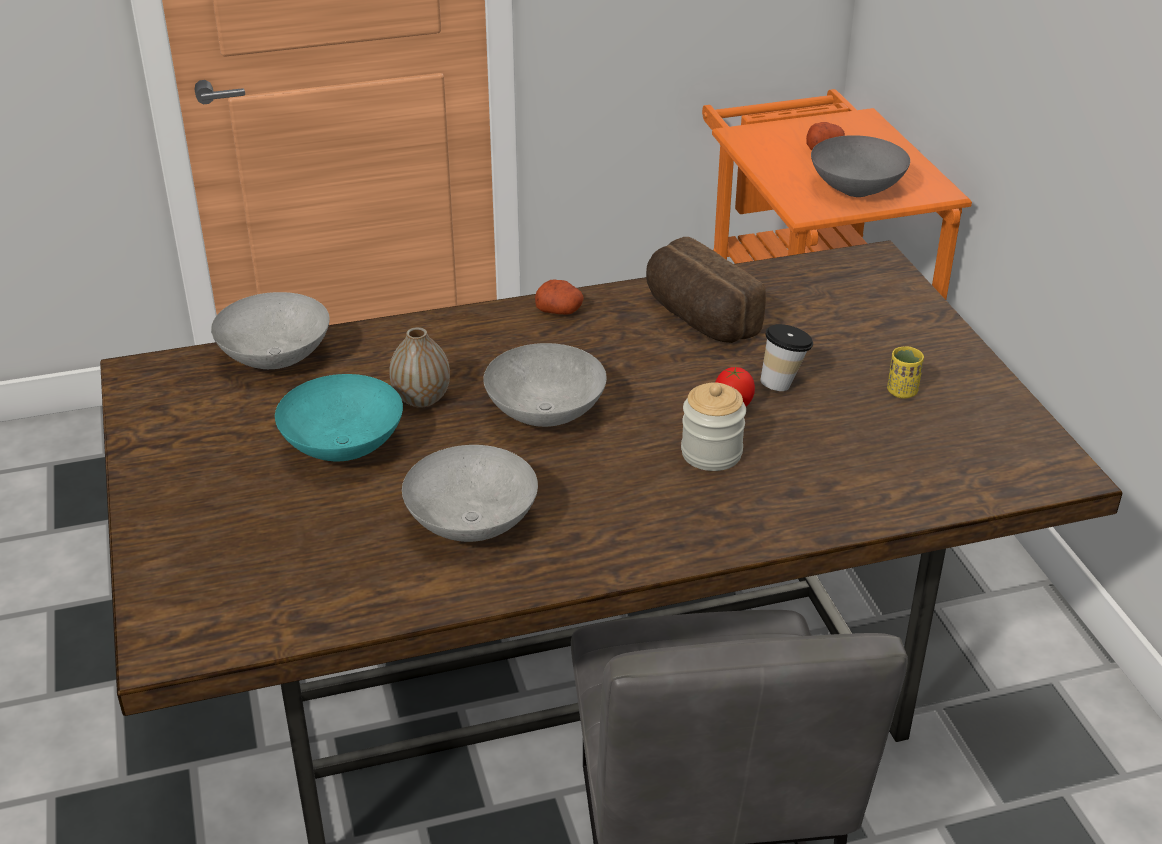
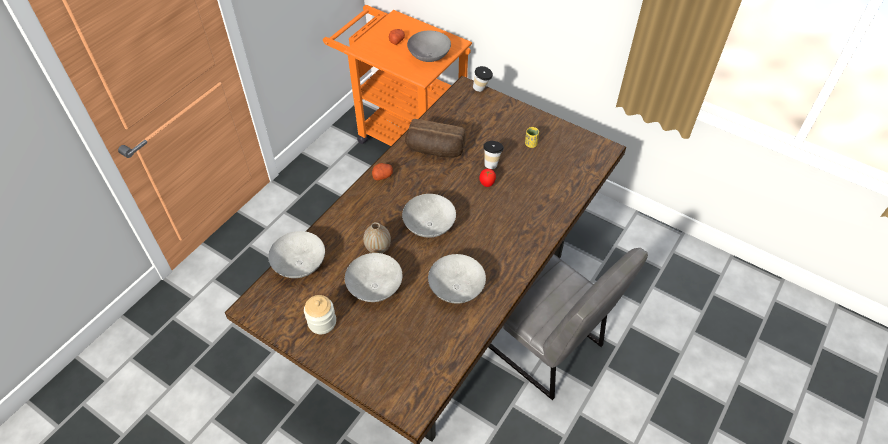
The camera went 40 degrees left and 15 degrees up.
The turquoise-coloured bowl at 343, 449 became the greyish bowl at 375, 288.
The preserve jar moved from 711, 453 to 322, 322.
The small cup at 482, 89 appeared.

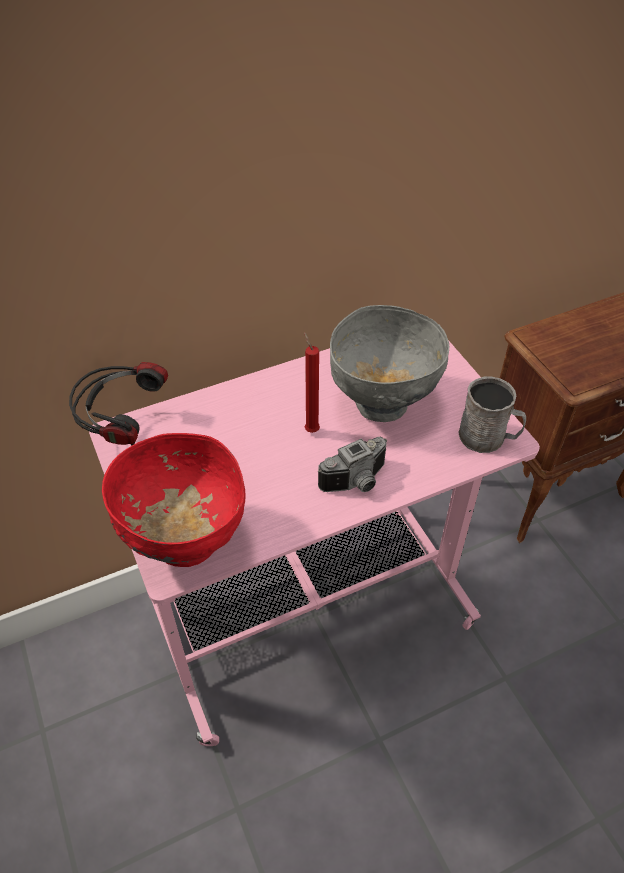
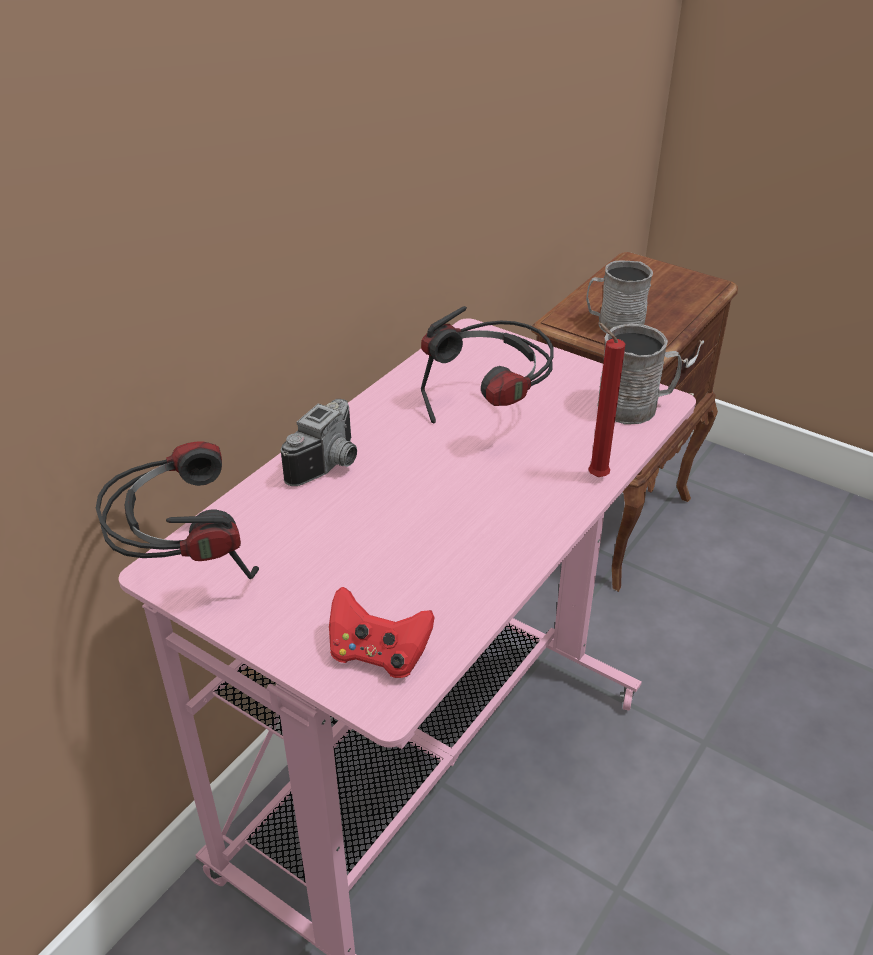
The camera went 30 degrees left and 10 degrees down.
The greyish bowl at 382, 404 was replaced by the pair of headphones at 490, 415.
The reddish wax light moved from 310, 429 to 594, 476.
The reddish bowl at 186, 542 was replaced by the reddish gamepad at 378, 654.
The still camera moved from 357, 482 to 331, 464.
The greyish mug at 614, 324 appeared.

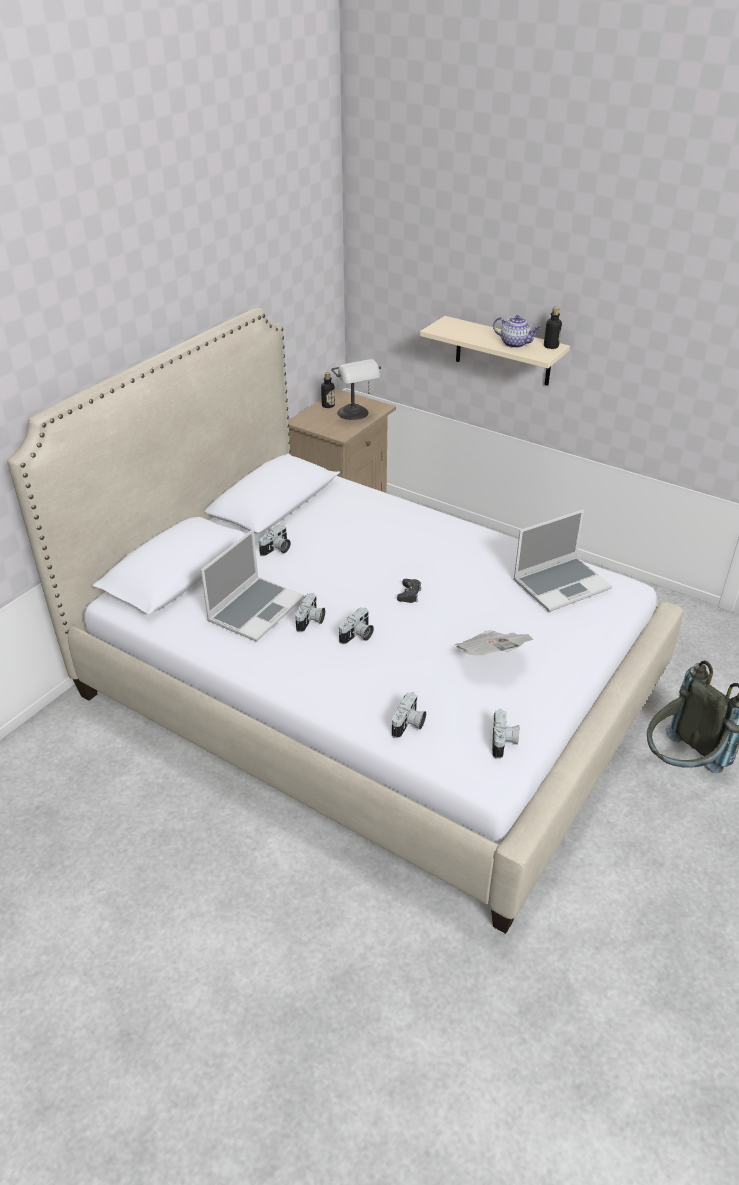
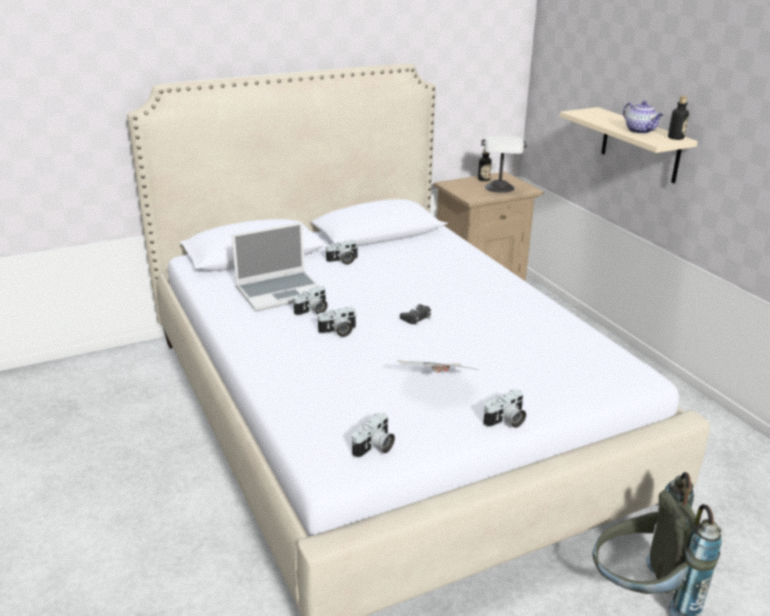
The camera went 30 degrees right and 10 degrees down.
The laptop at 561, 584 disappeared.
The still camera moved from 409, 725 to 506, 421.

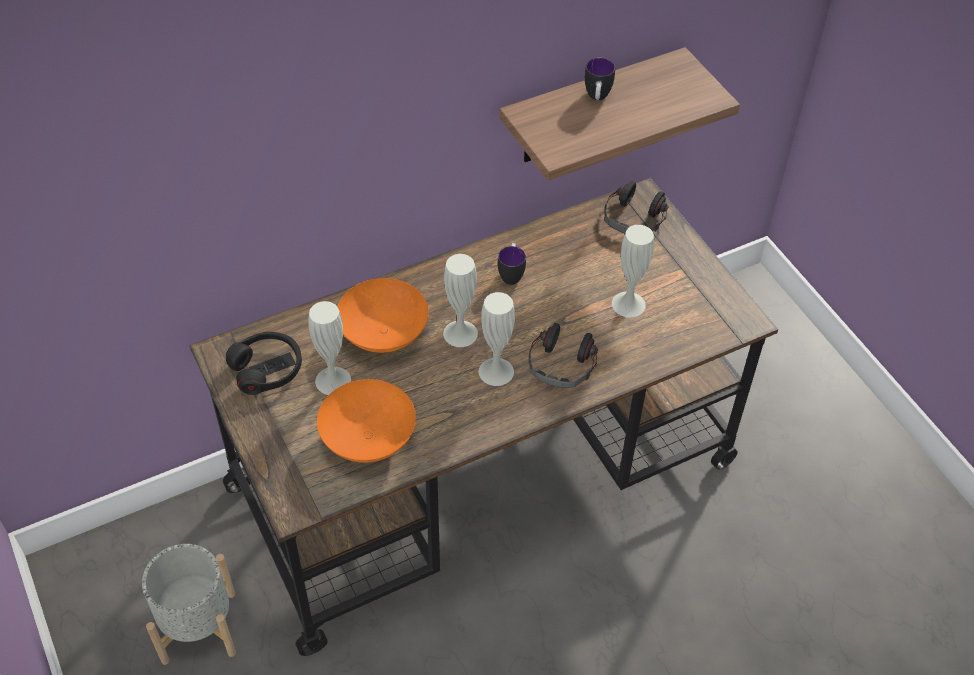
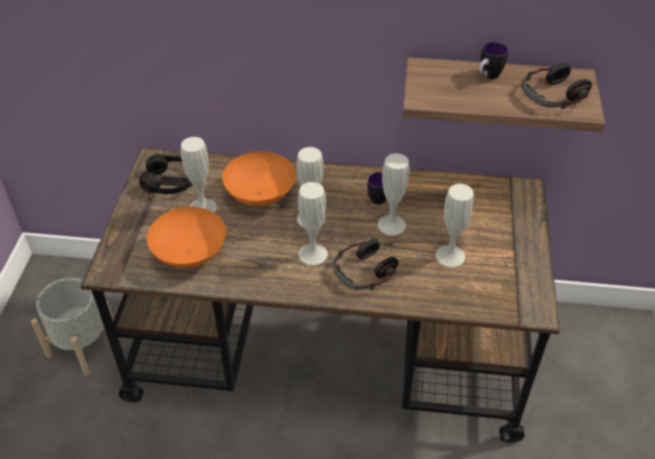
The camera went 35 degrees right and 5 degrees down.
The pair of headphones moved from 634, 217 to 553, 95.
The white-coloured vase at 391, 224 appeared.

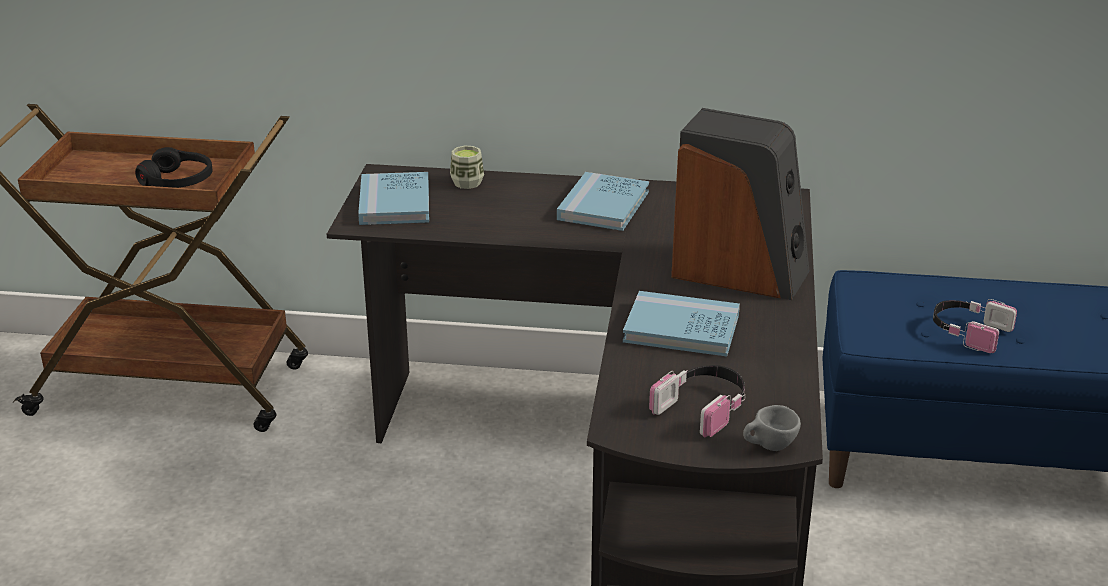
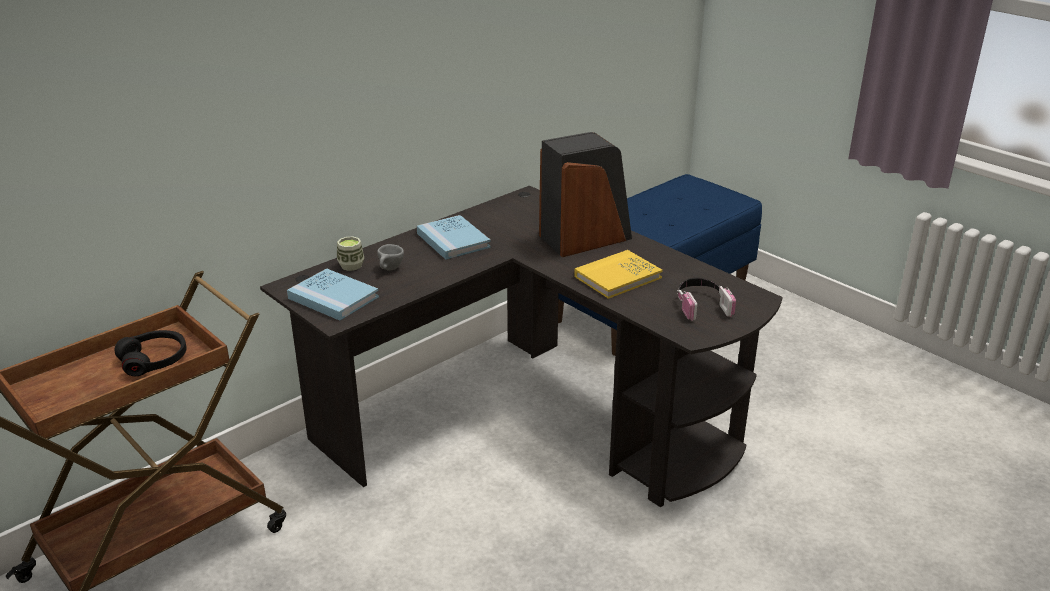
The camera went 50 degrees left and 0 degrees up.
The blue volume at 681, 328 became the yellowish volume at 618, 277.
The pair of headphones at 968, 332 disappeared.
The greyish small cup moved from 769, 448 to 390, 270.

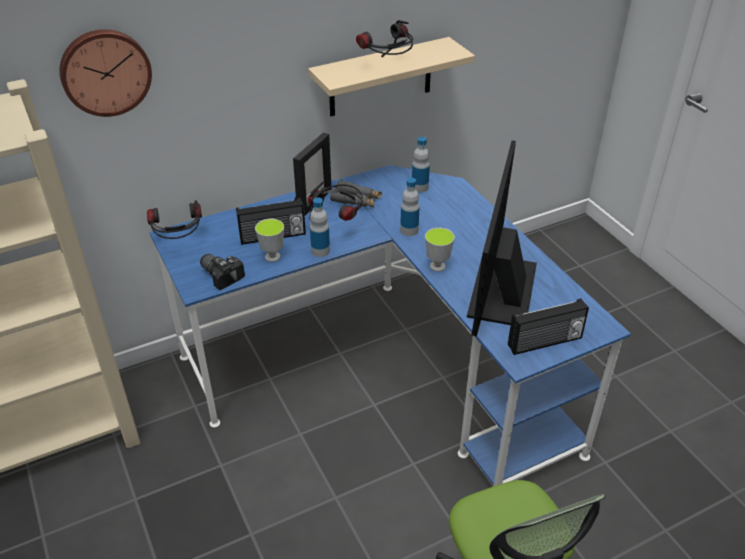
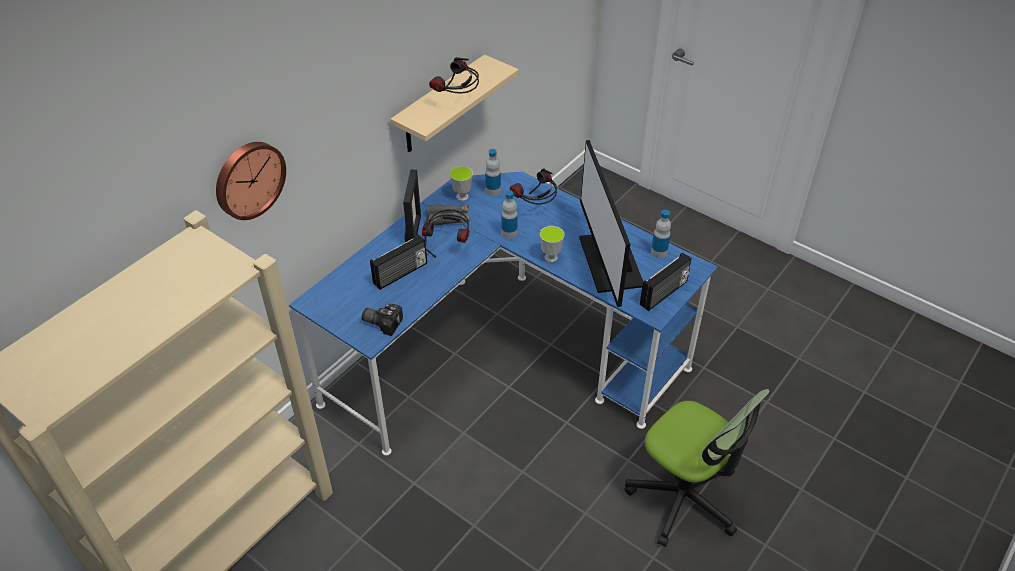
The camera went 25 degrees left and 5 degrees up.
The bottle moved from 320, 251 to 659, 252.
The pair of headphones moved from 179, 243 to 535, 207.
The small cup moved from 272, 257 to 462, 197.

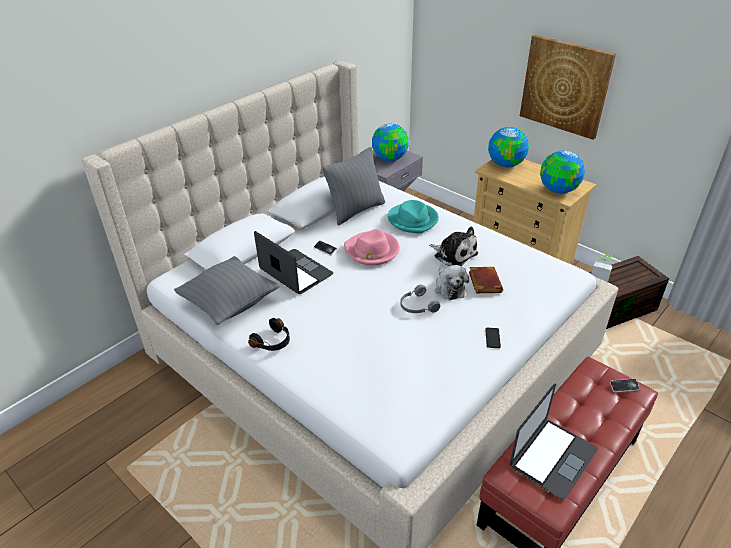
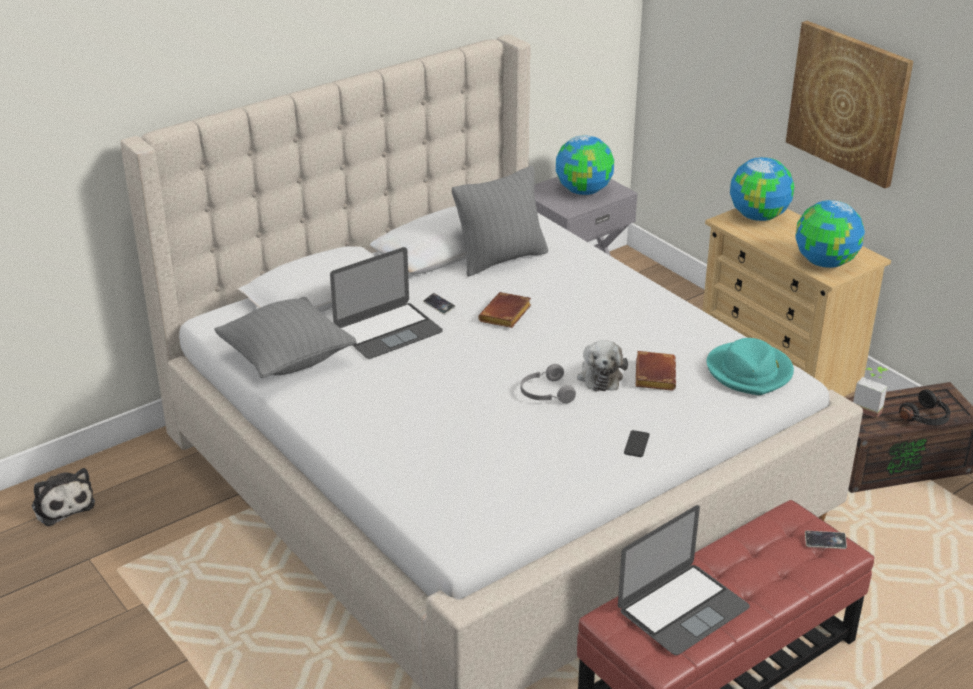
The camera went 10 degrees right and 5 degrees down.
The turquoise-coloured clothing hat moved from 413, 220 to 750, 371.
The cuddly toy moved from 453, 254 to 62, 504.
The pinkish clothing hat at 372, 251 was replaced by the brown volume at 506, 315.
The laptop at 295, 272 turned 90 degrees clockwise.
The black pair of headphones moved from 273, 342 to 926, 418.

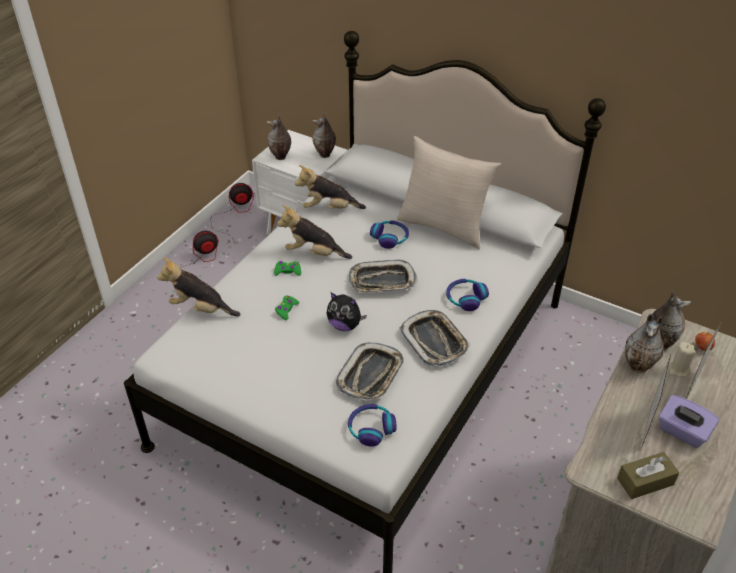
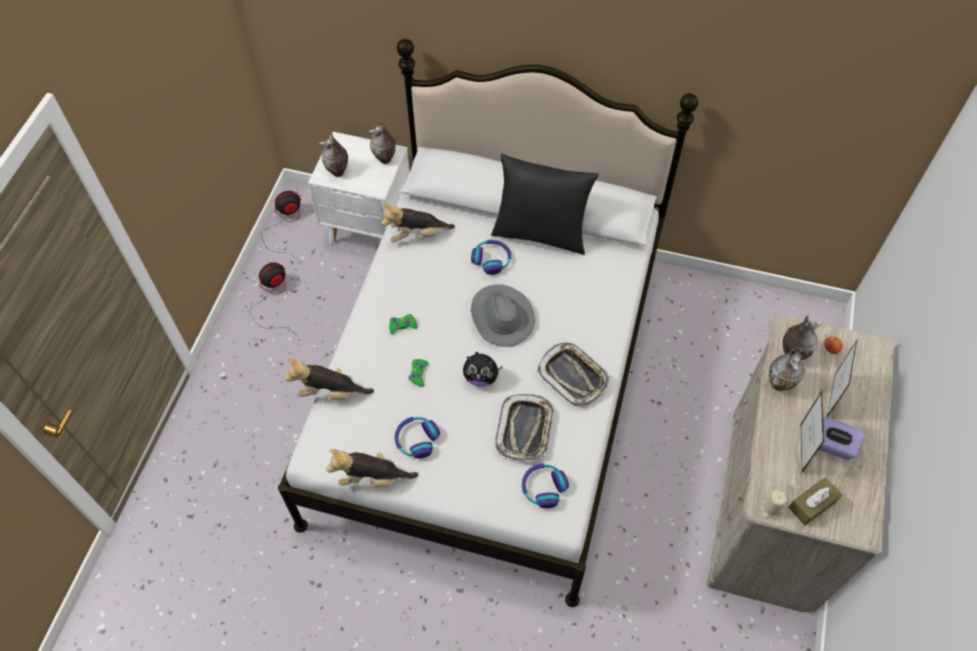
The camera went 15 degrees left and 15 degrees up.
The beige-coloured throw pillow at 443, 226 became the black throw pillow at 541, 233.
The cuddly toy moved from 314, 253 to 372, 478.
The tray at 382, 281 was replaced by the greyish clothing hat at 501, 317.
The pair of headphones moved from 465, 298 to 416, 439.
The beige-coloured wax light moved from 678, 370 to 770, 510.

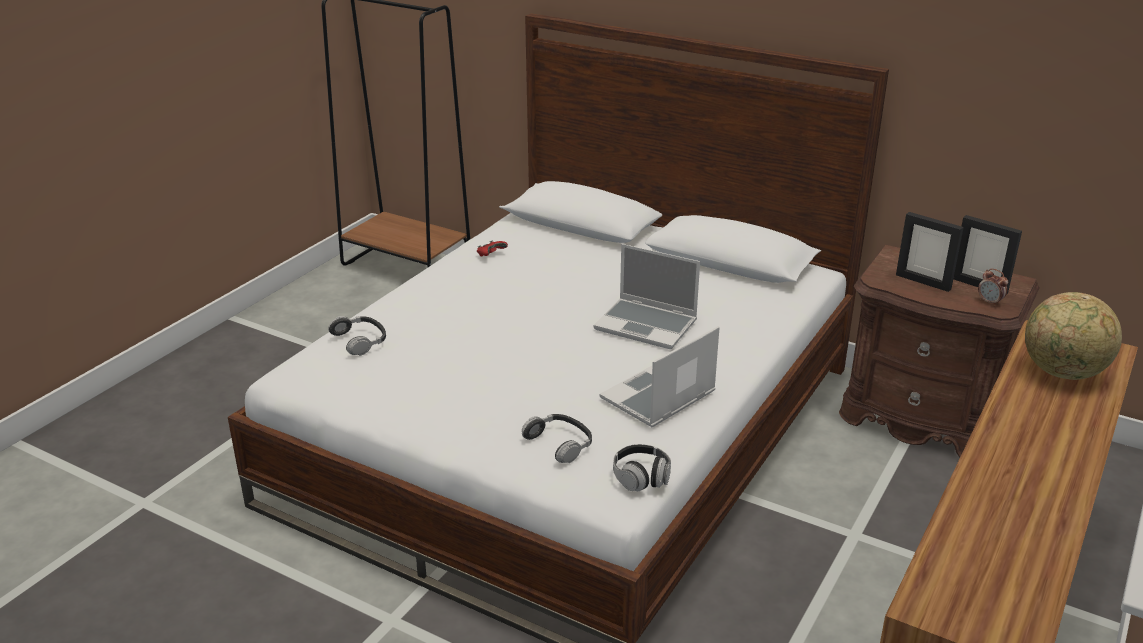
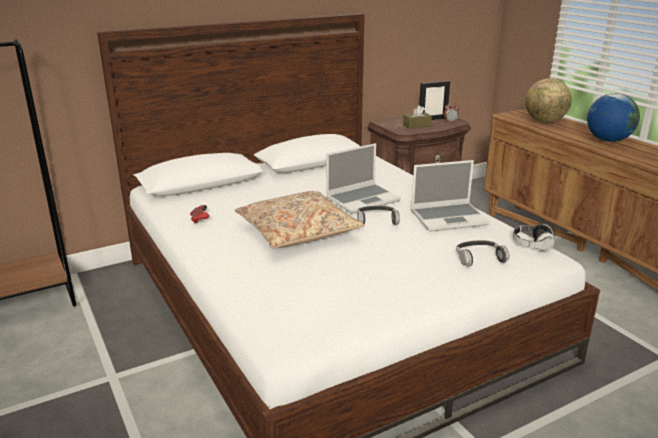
The camera went 60 degrees left and 5 degrees down.
The photo frame at 923, 281 was replaced by the brown box of tissues at 417, 125.
The pair of headphones moved from 360, 340 to 377, 220.
The laptop at 658, 397 turned 90 degrees counterclockwise.
The globe at 608, 140 appeared.
The beige-coloured throw pillow at 297, 231 appeared.

